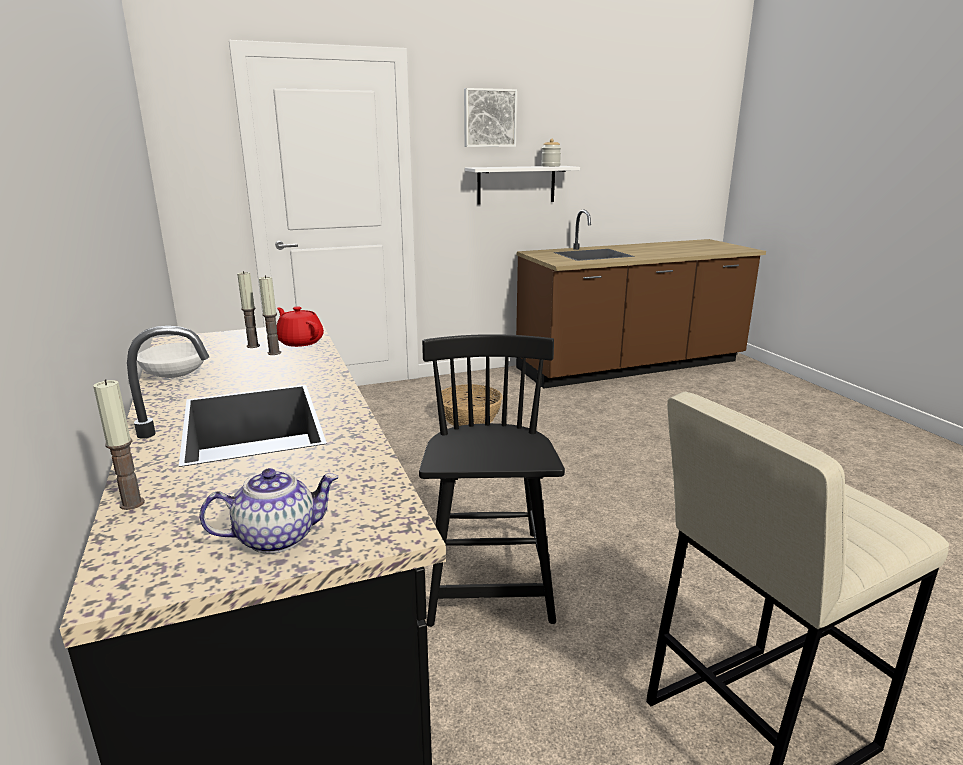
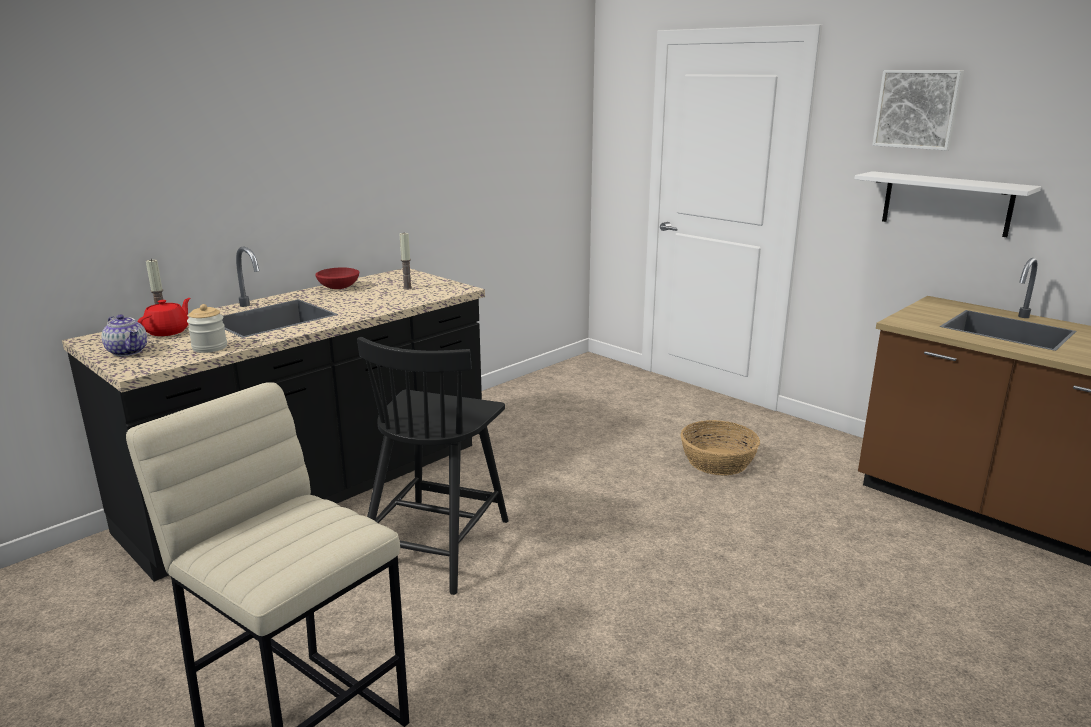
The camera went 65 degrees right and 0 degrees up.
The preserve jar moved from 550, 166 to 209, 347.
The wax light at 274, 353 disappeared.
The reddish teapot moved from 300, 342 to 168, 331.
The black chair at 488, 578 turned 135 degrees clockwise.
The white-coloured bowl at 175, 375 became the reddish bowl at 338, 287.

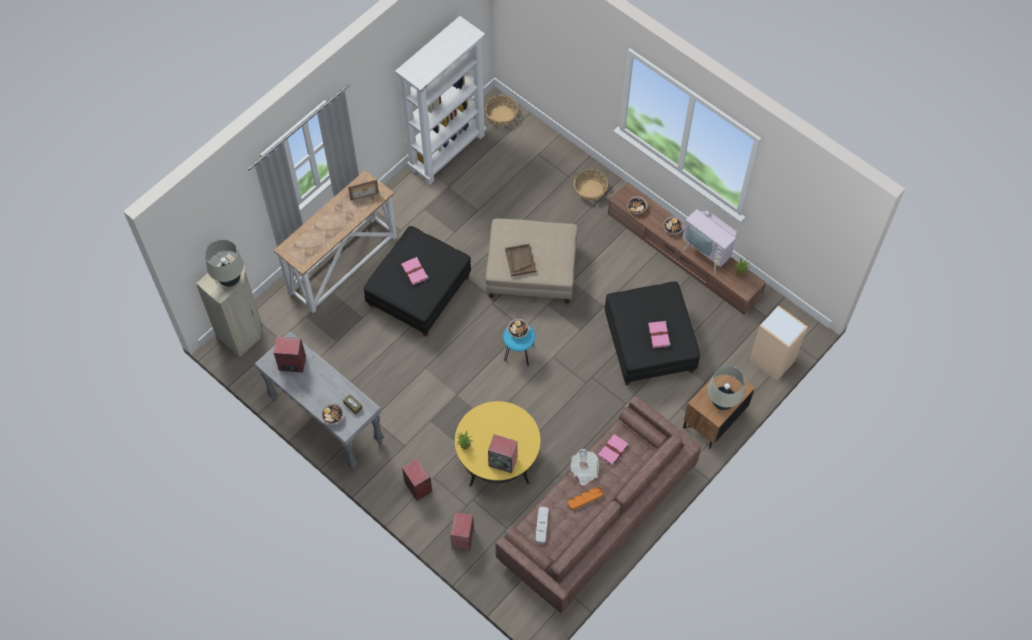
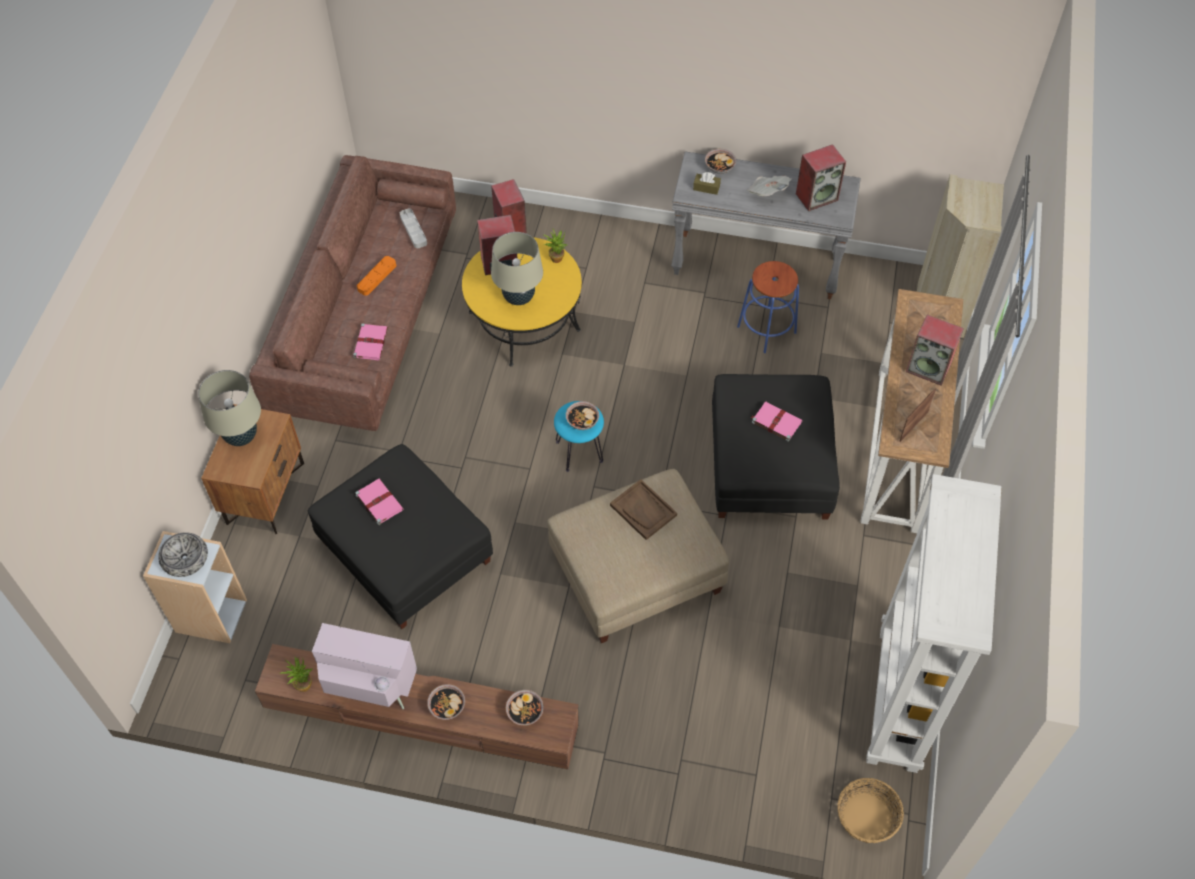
The camera went 150 degrees right and 5 degrees down.
The household basket at 590, 190 disappeared.
The beige-coloured table lamp moved from 230, 279 to 518, 297.
The daily paper moved from 584, 470 to 767, 192.
The audio speaker moved from 417, 486 to 929, 368.
The blue stool at 766, 329 appeared.
The bowl at 185, 558 appeared.

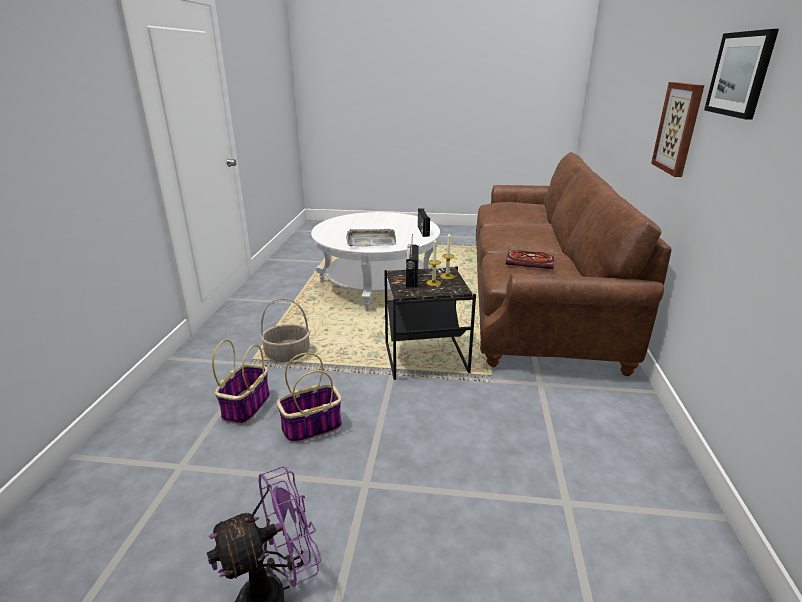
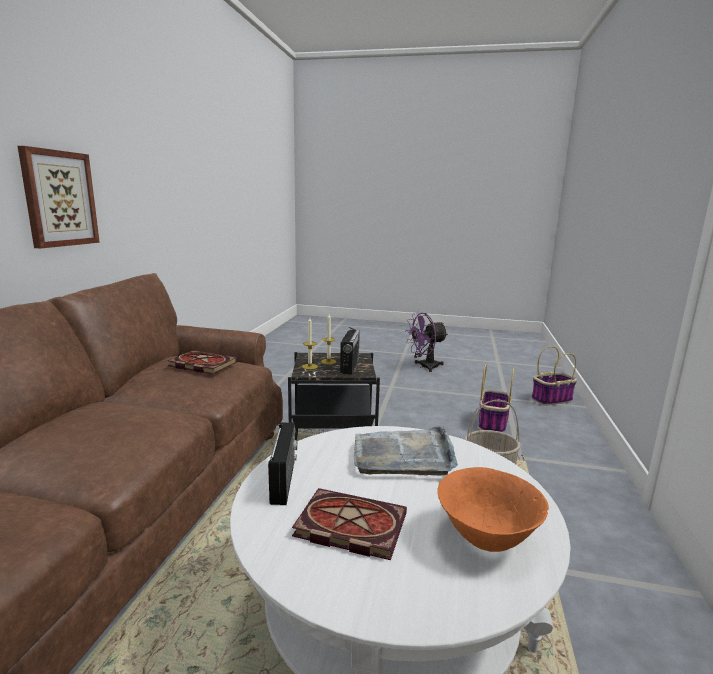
The camera went 175 degrees left and 10 degrees down.
The picture at 740, 74 disappeared.
The household basket moved from 311, 427 to 552, 399.
The orange-coloured bowl at 486, 539 appeared.
The volume at 347, 526 appeared.

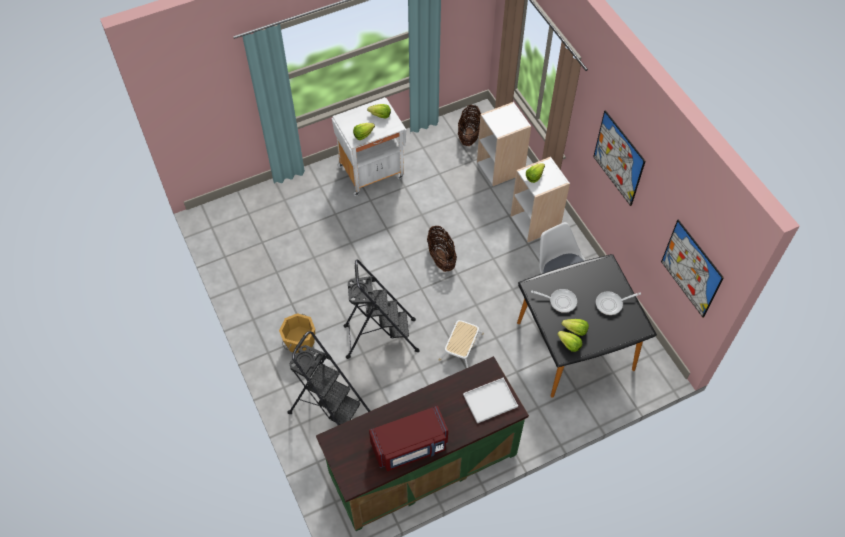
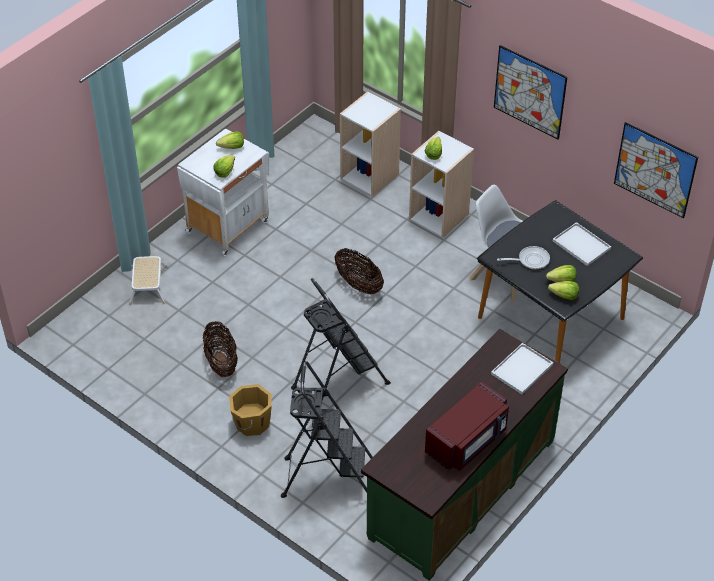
The camera went 25 degrees left and 10 degrees down.
The household basket moved from 469, 135 to 221, 362.
The skillet at 611, 304 was replaced by the white-coloured tray at 582, 245.
The beige-coloured stepladder moved from 461, 346 to 148, 285.

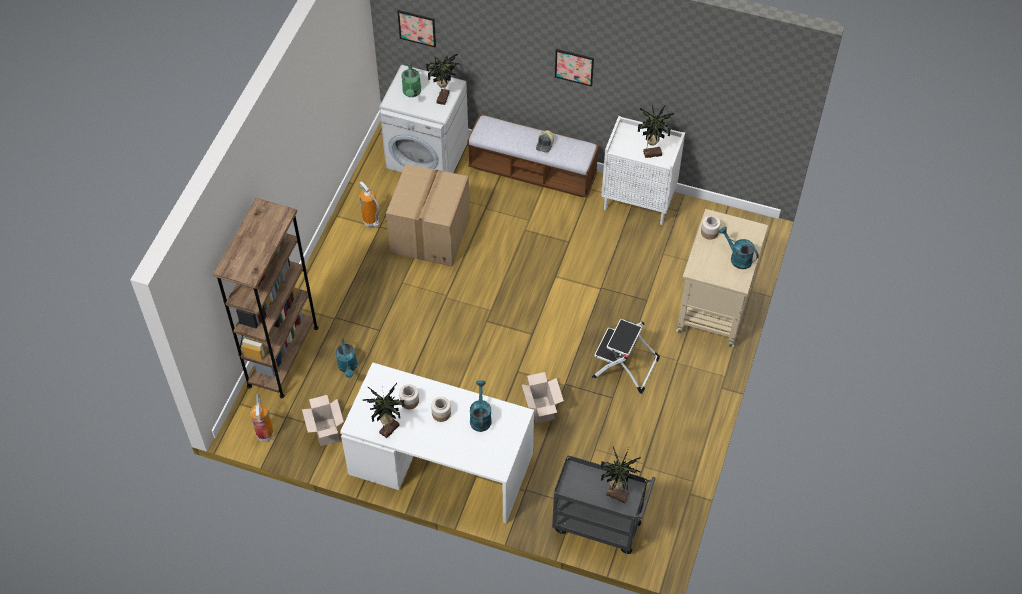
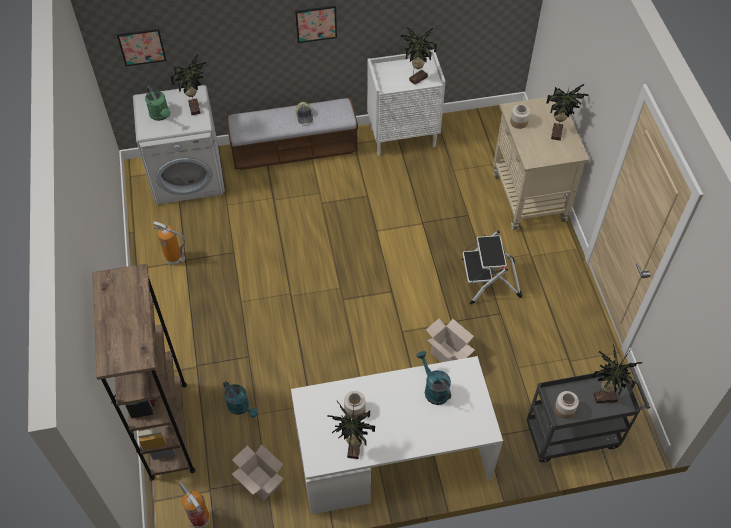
The camera went 30 degrees left and 0 degrees up.
The cardboard box at 431, 235 disappeared.
The turquoise-coloured sprinkling can at 737, 258 was replaced by the houseplant at 558, 133.
The preserve jar moved from 441, 414 to 564, 409.

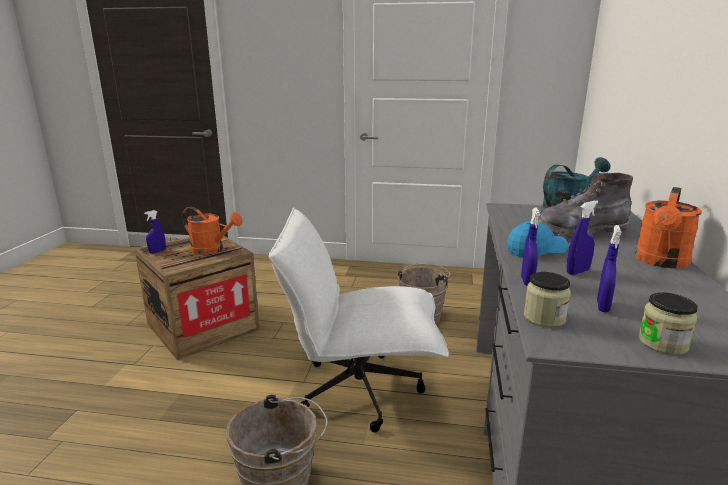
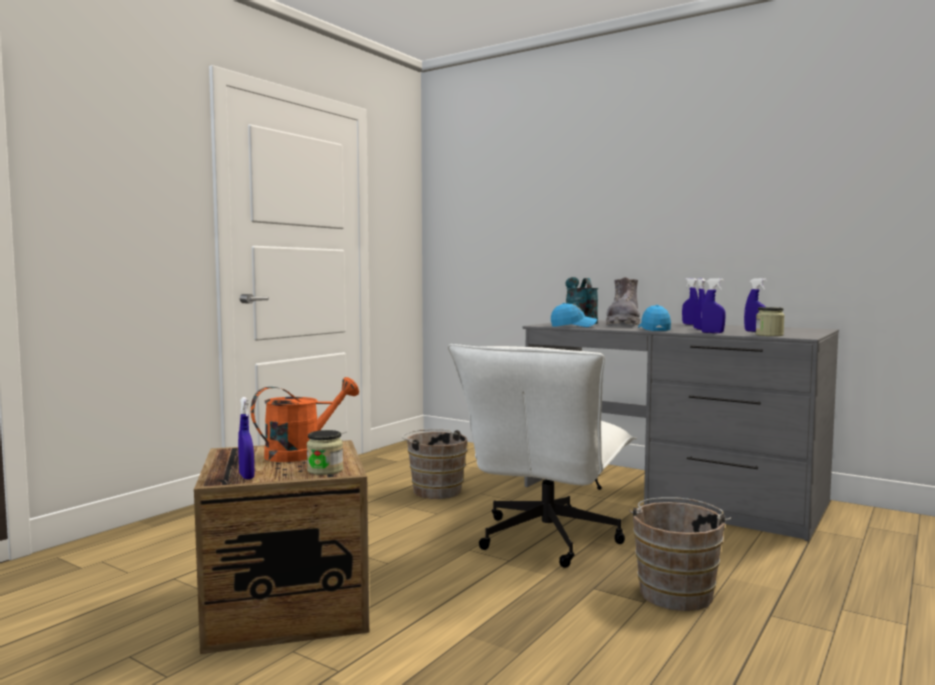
The camera went 65 degrees left and 15 degrees down.
The orange-coloured sprinkling can at 661, 262 was replaced by the blue sprayer at 690, 324.
The preserve jar moved from 663, 343 to 325, 470.
The blue cap at 573, 326 appeared.

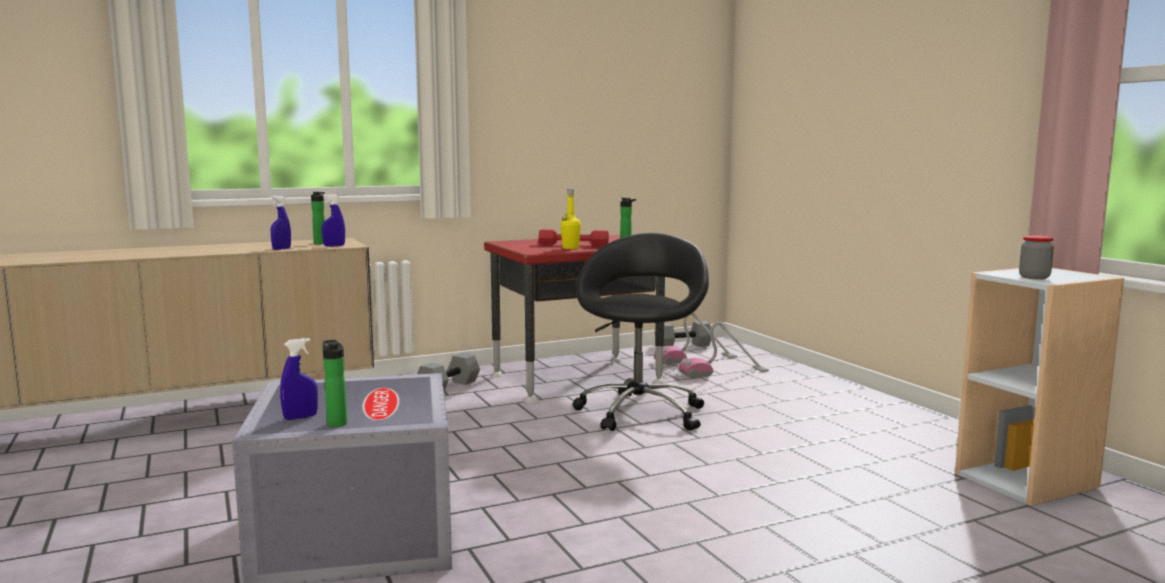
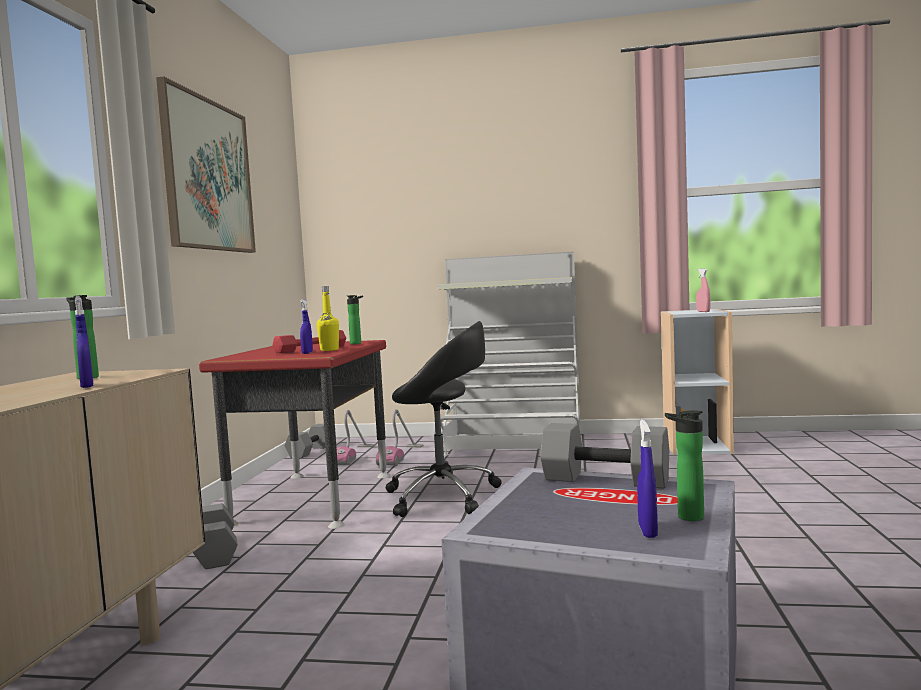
The camera went 55 degrees left and 5 degrees down.
The blue sprayer moved from 334, 246 to 307, 353.
The black desk chair at 640, 412 turned 135 degrees clockwise.
The preserve jar at 1034, 277 was replaced by the pinkish sprayer at 703, 311.
The picture at 208, 175 appeared.
The white-coloured shoe stand at 513, 446 appeared.
The greyish hand weight at 607, 479 appeared.

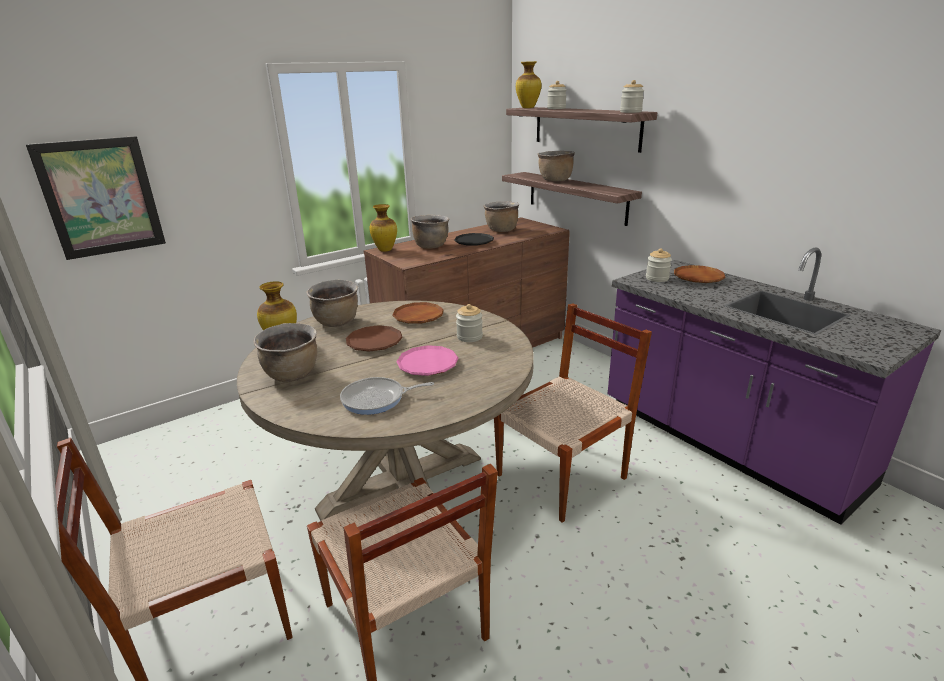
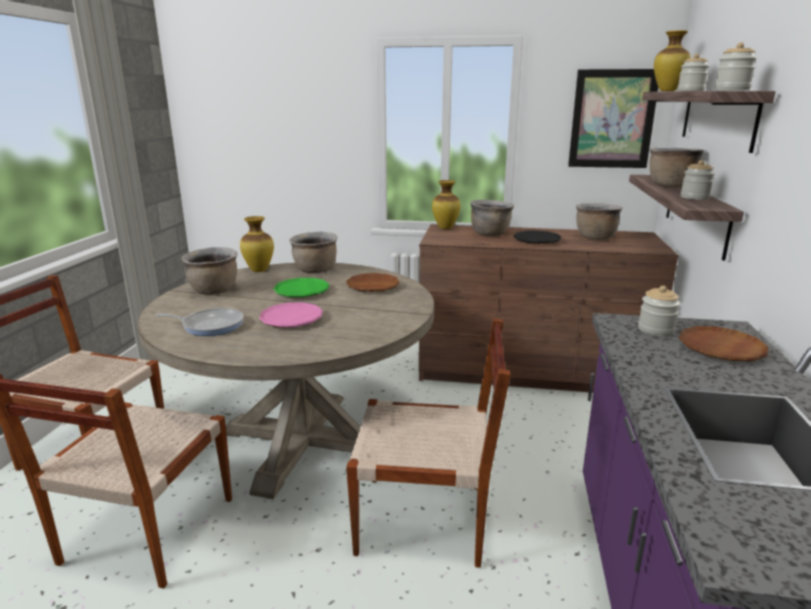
The camera went 45 degrees right and 5 degrees down.
The picture moved from 101, 197 to 612, 119.
The preserve jar moved from 469, 337 to 694, 197.
The brown flat dish at 374, 342 became the greenish flat dish at 302, 291.
The skillet at 377, 399 turned 150 degrees clockwise.

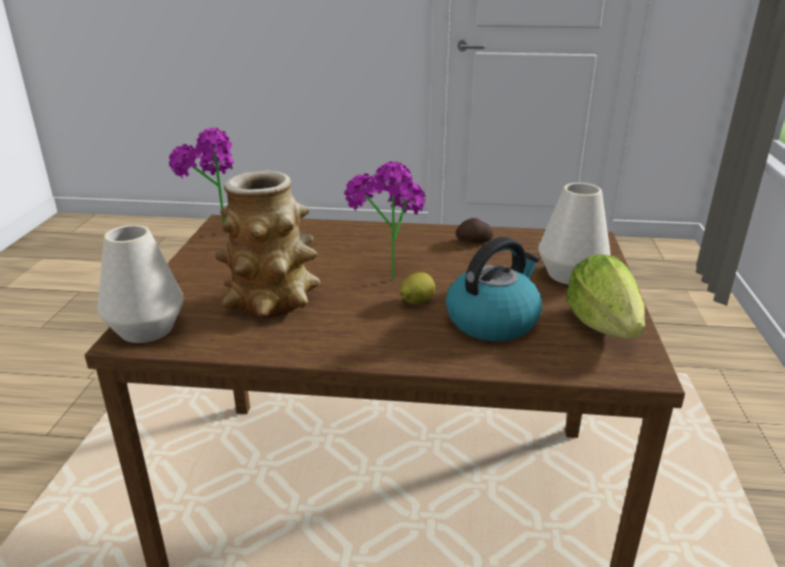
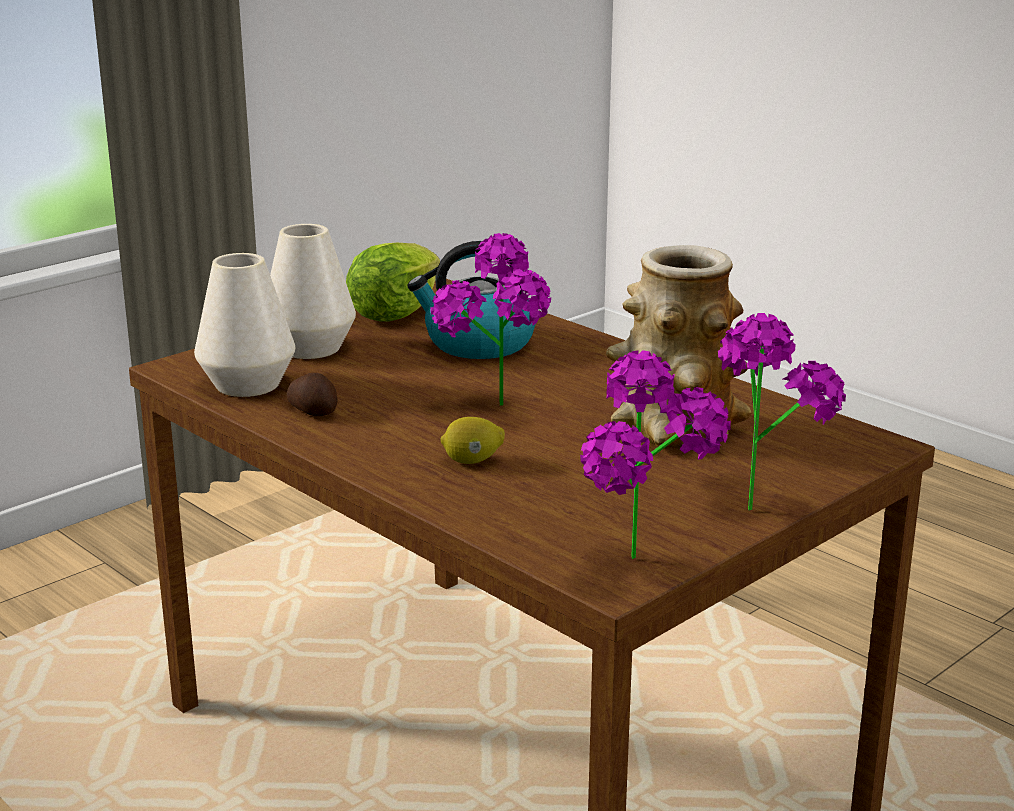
The camera went 140 degrees left and 5 degrees down.
The white-coloured vase moved from 146, 329 to 248, 384.
The citrus fruit moved from 416, 302 to 472, 461.
The houseplant at 762, 500 appeared.

